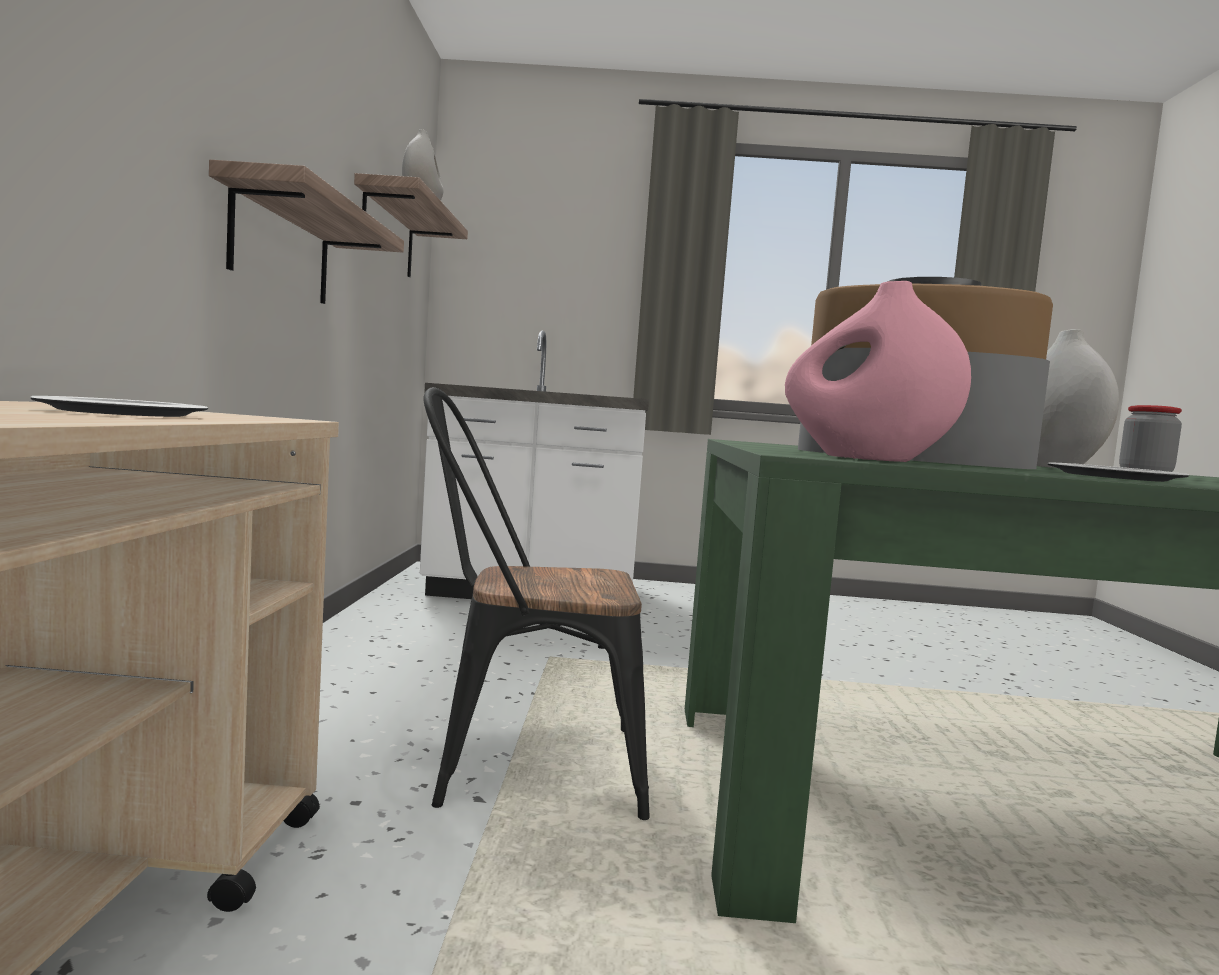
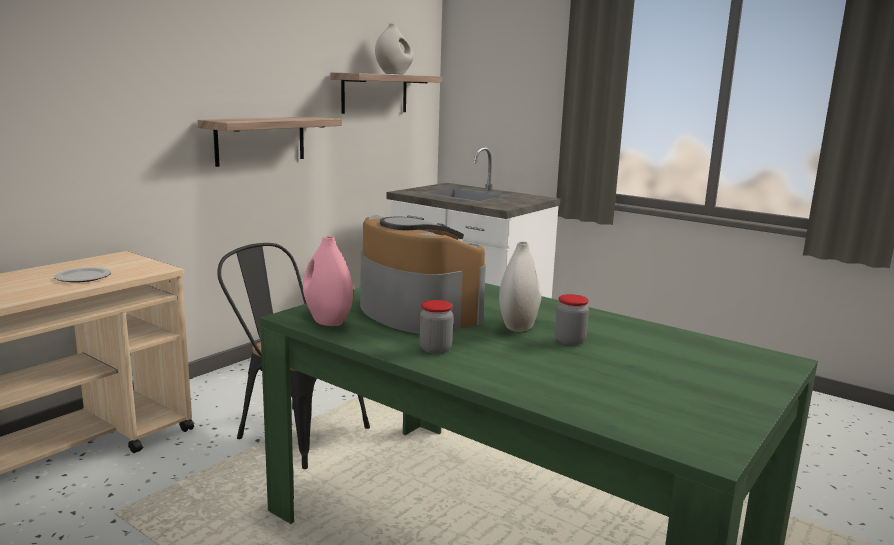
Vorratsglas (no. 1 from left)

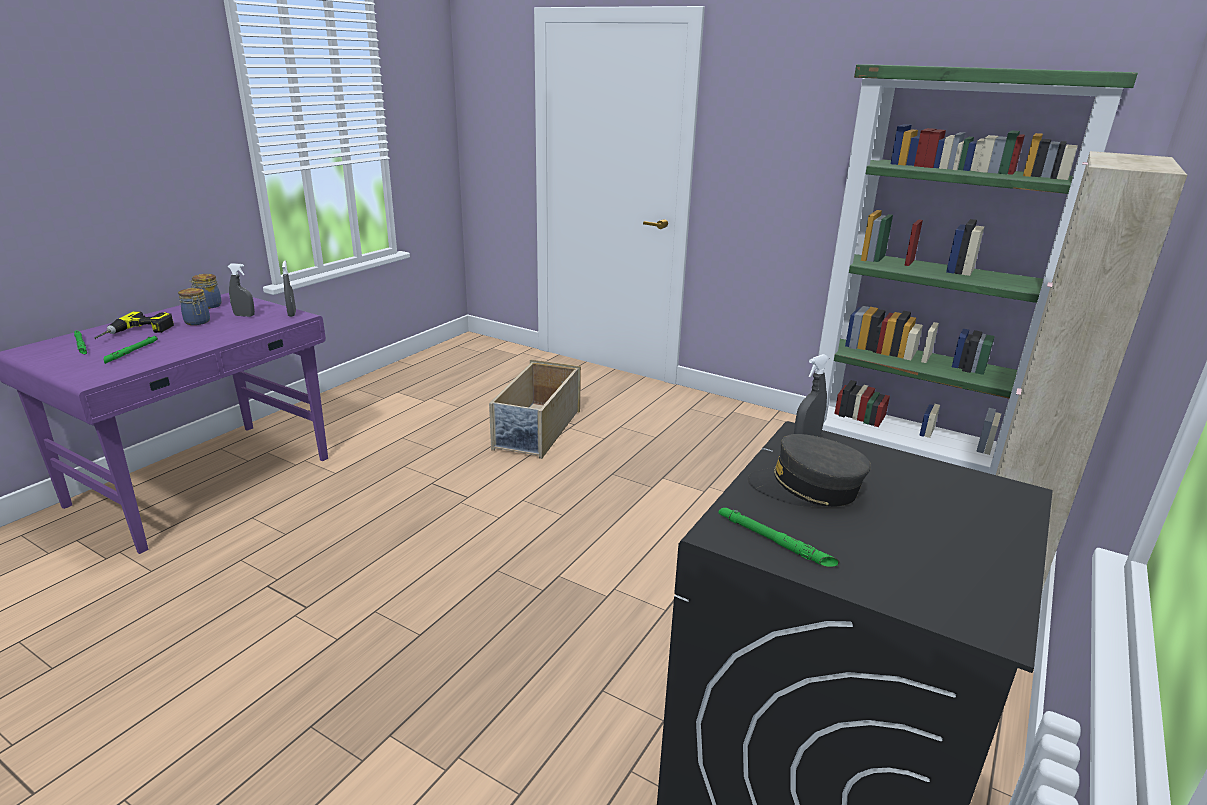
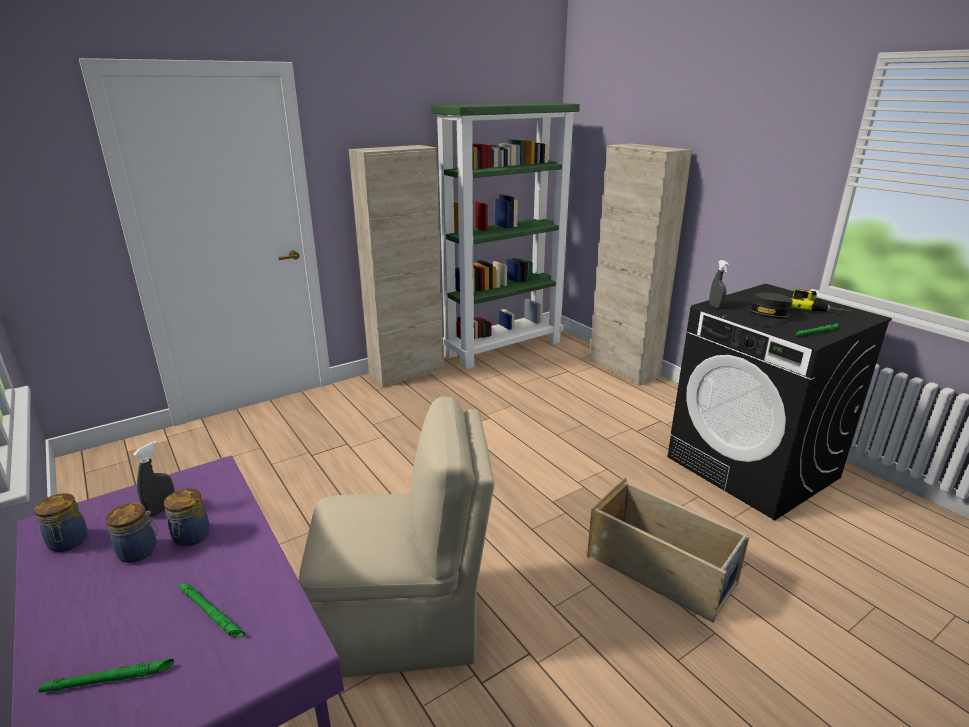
Sprühflasche [grau] (no. 2 from left in the first image)
Vorratsglas (no. 3 from left)
Stuhl [beige]
Schrank [beige] (no. 1 from left)
Bohrmaschine
Aufbewahrungsbox [beige]

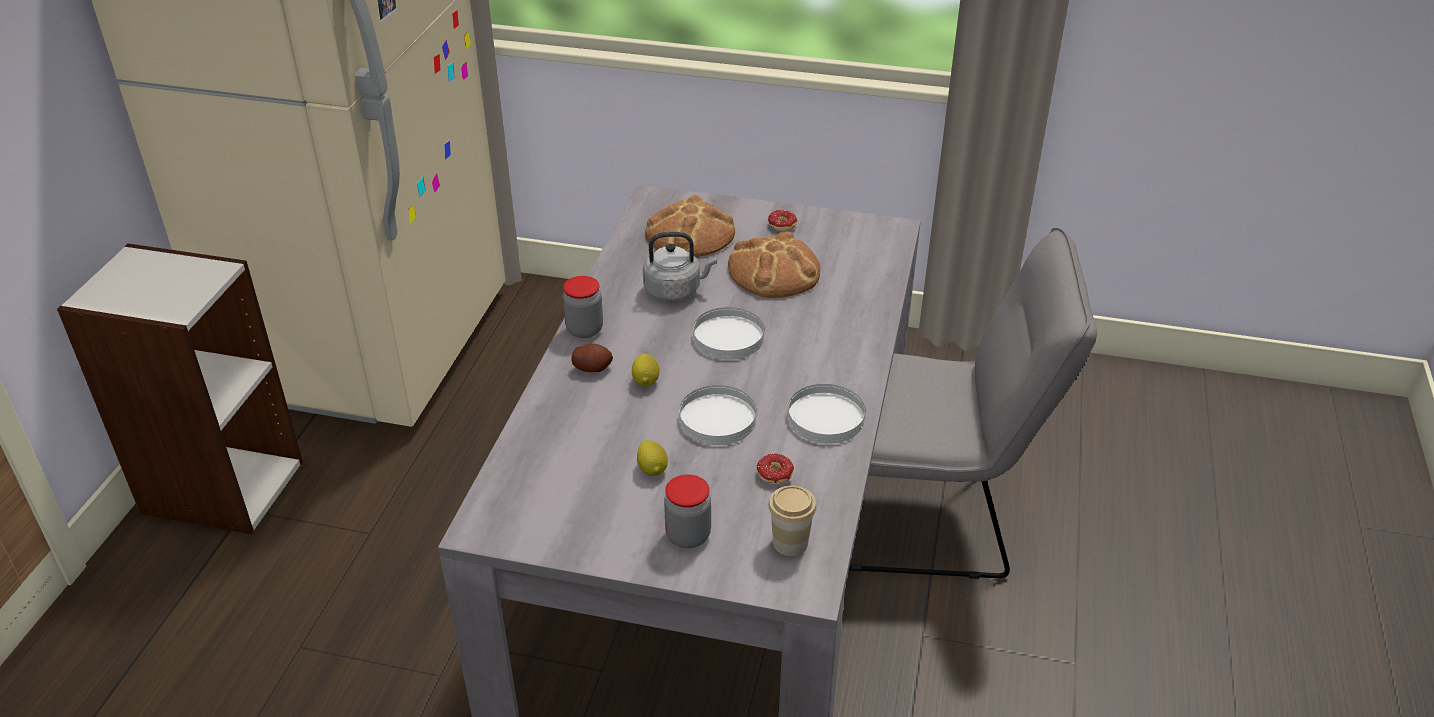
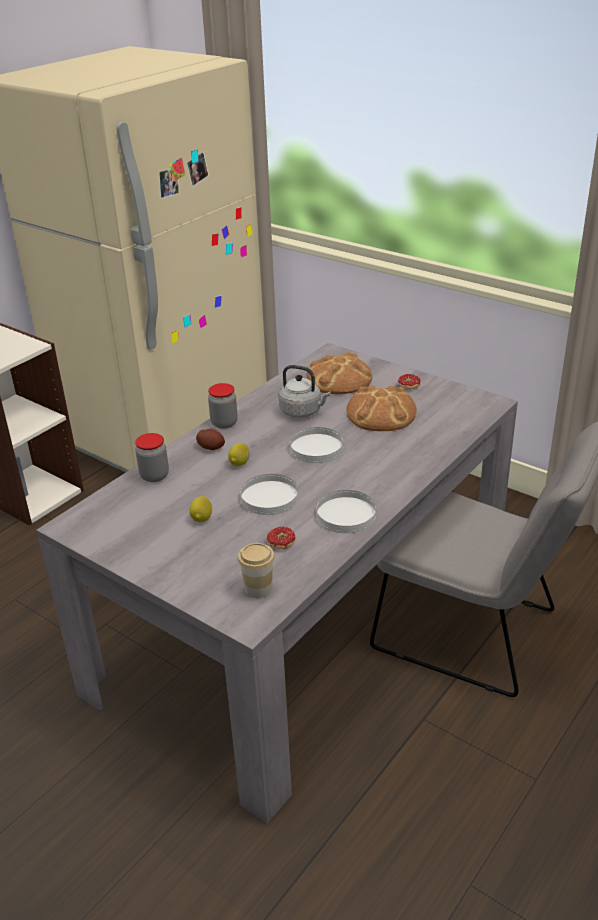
Vorratsglas (no. 1 from left)

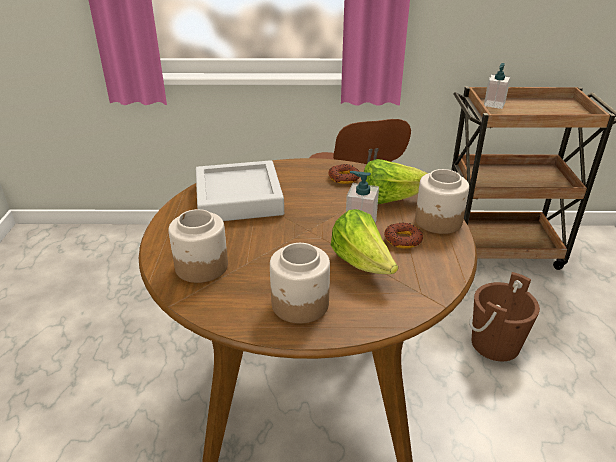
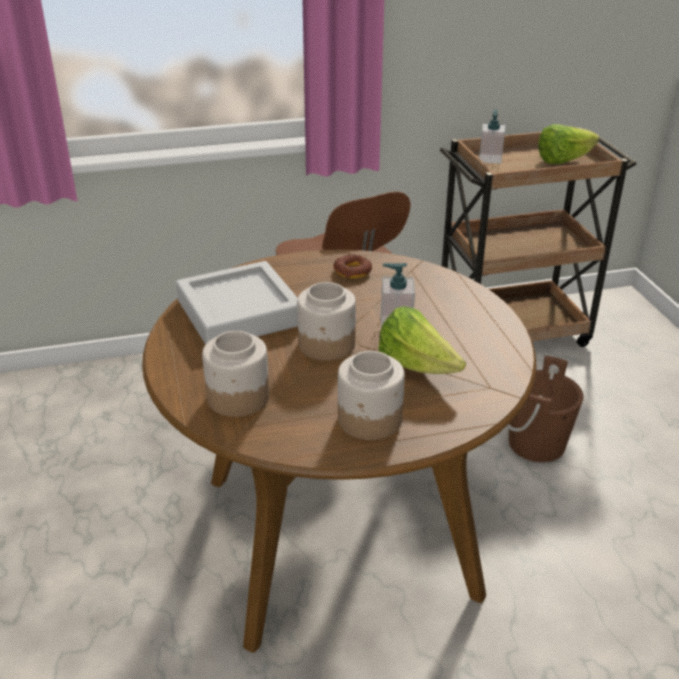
Donut (no. 2 from left in the first image)
Salatkopf (no. 2 from left)
Vorratsglas (no. 2 from left)

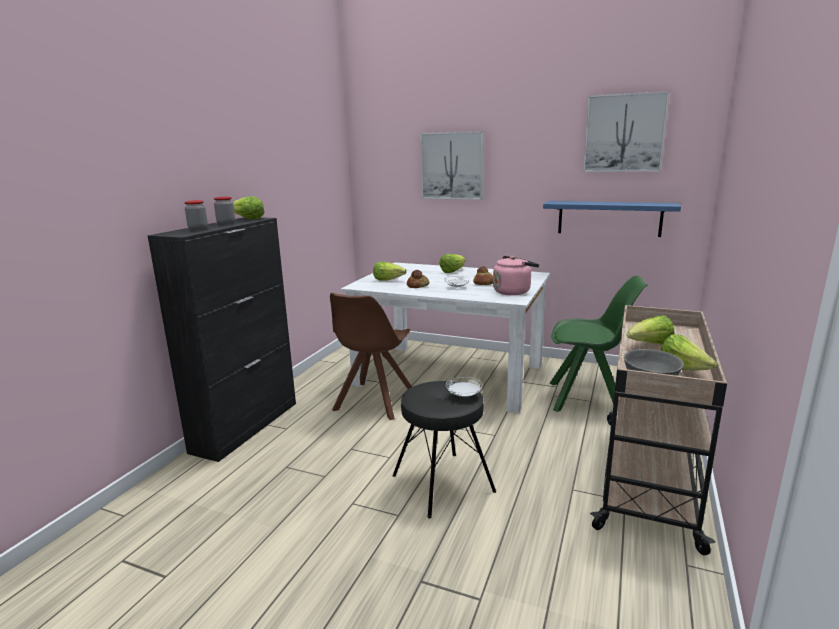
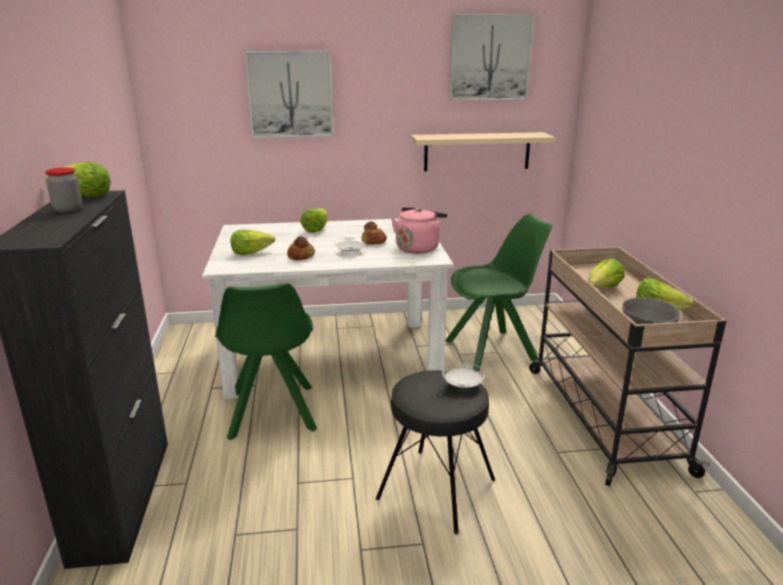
Vorratsglas (no. 1 from left in the first image)
Stuhl [grün] (no. 1 from left)
Wandregal [beige]

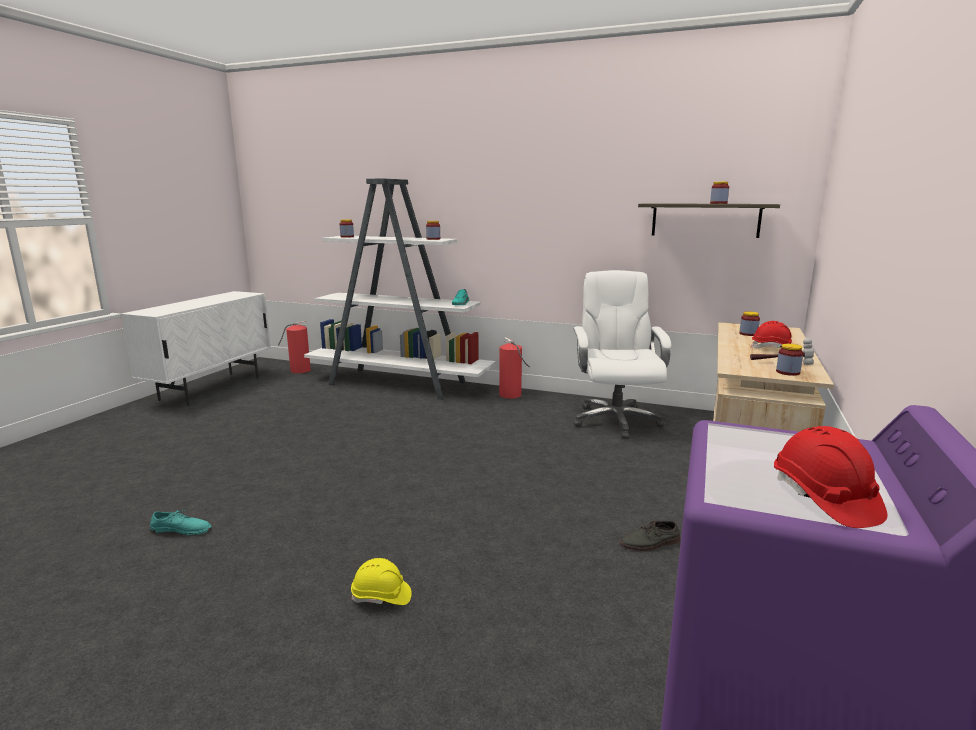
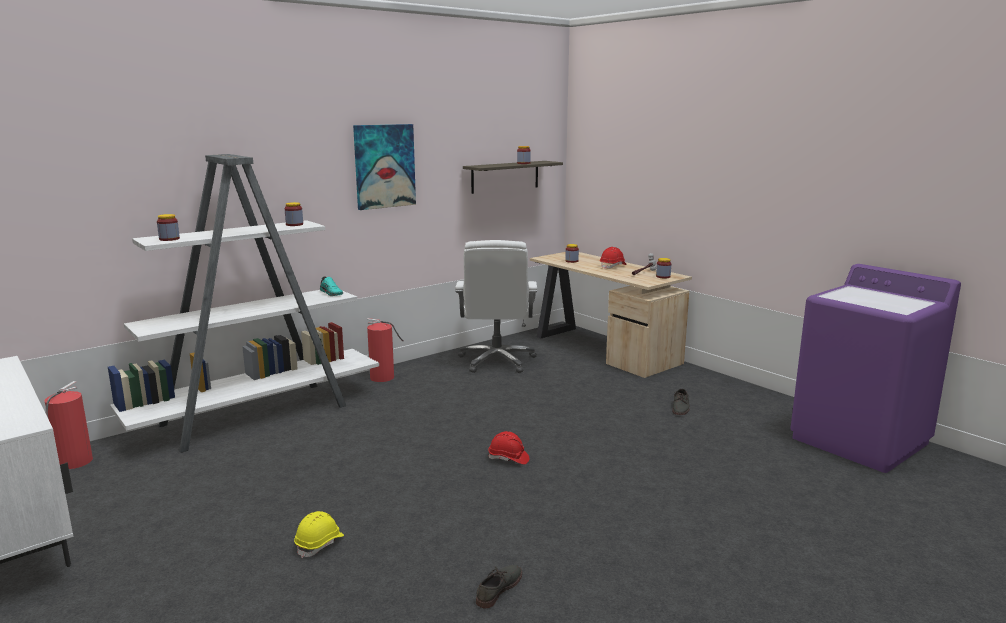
Bild
Schutzhelm [gelb]
Schutzhelm [rot] (no. 1 from left)
Schuh [grau] (no. 1 from left)
Bürostuhl [weiß]

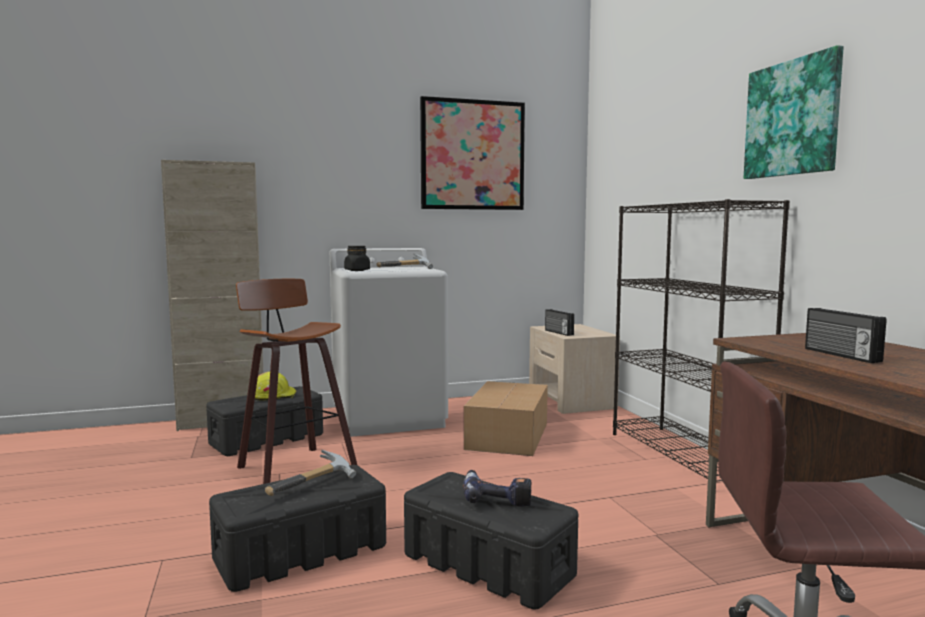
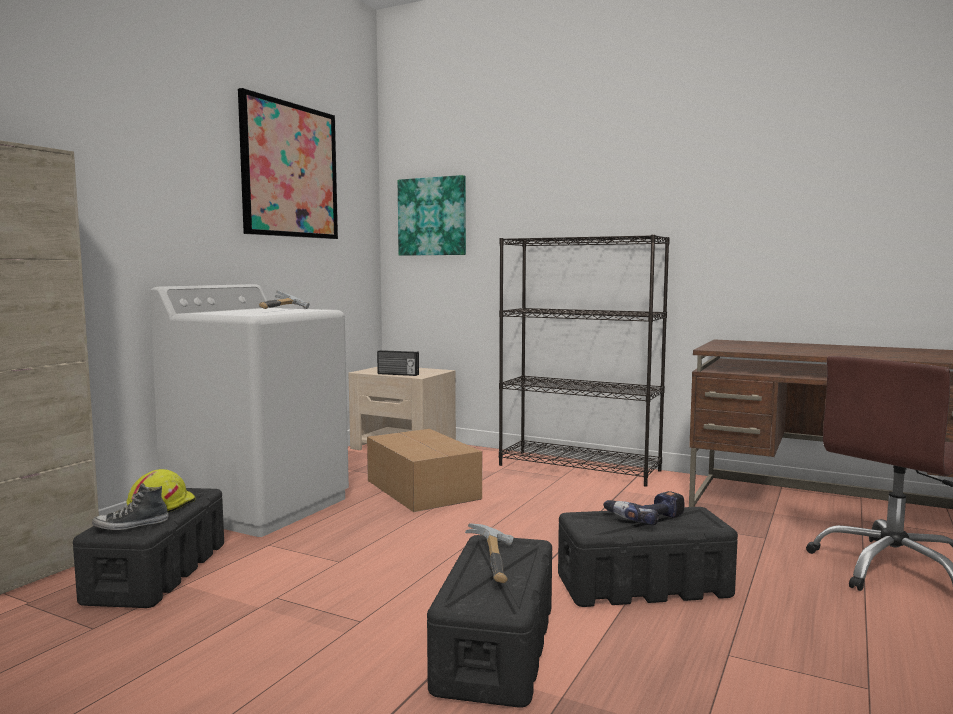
Hocker
Vorratsglas [schwarz]
Radio (no. 2 from left in the first image)
Schuh
Bild (no. 2 from left)

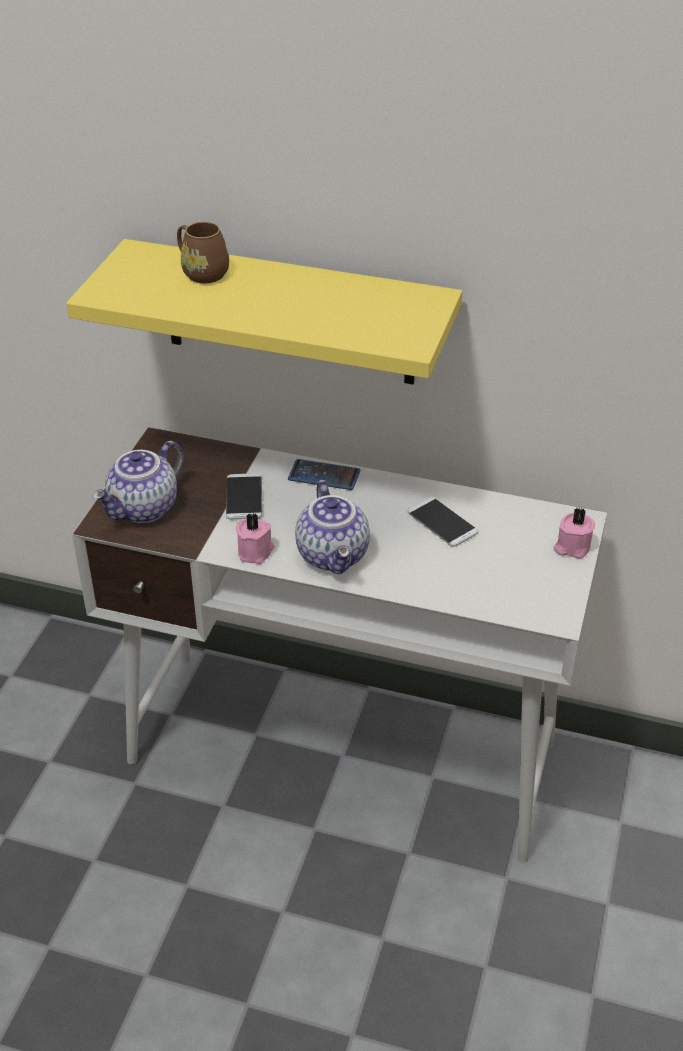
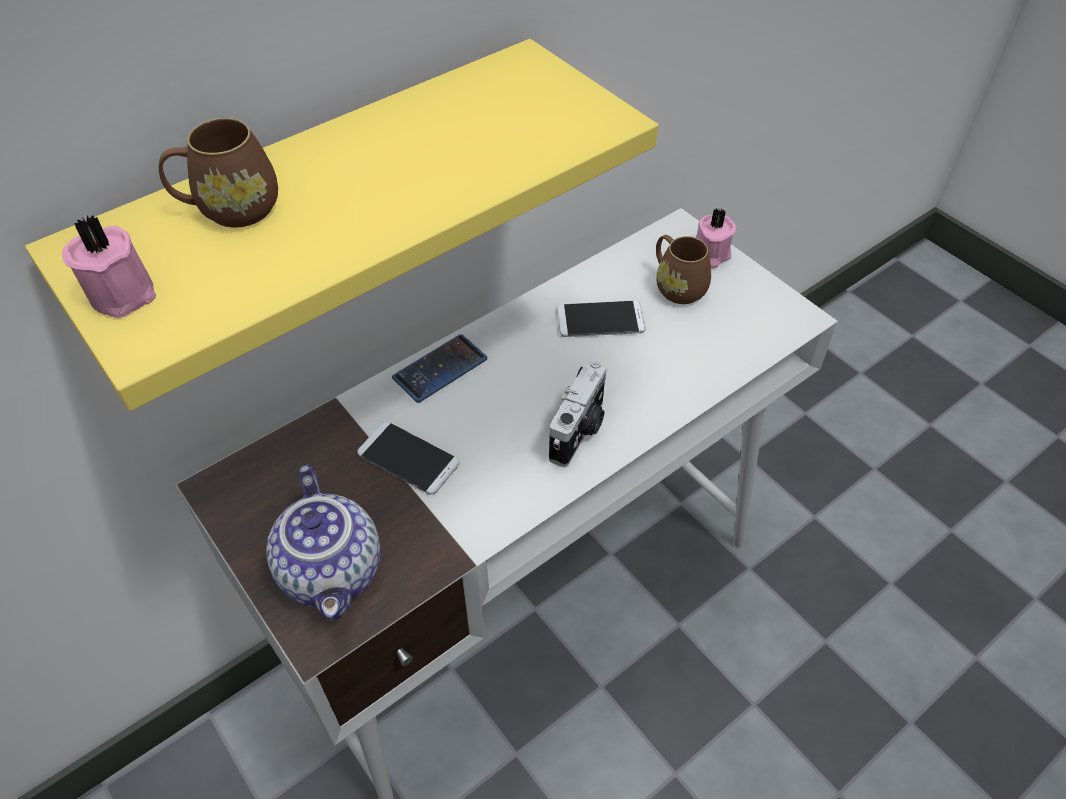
Henkelbecher [braun] (no. 2 from left)
Kerze [rosa] (no. 1 from left)
Kamera

